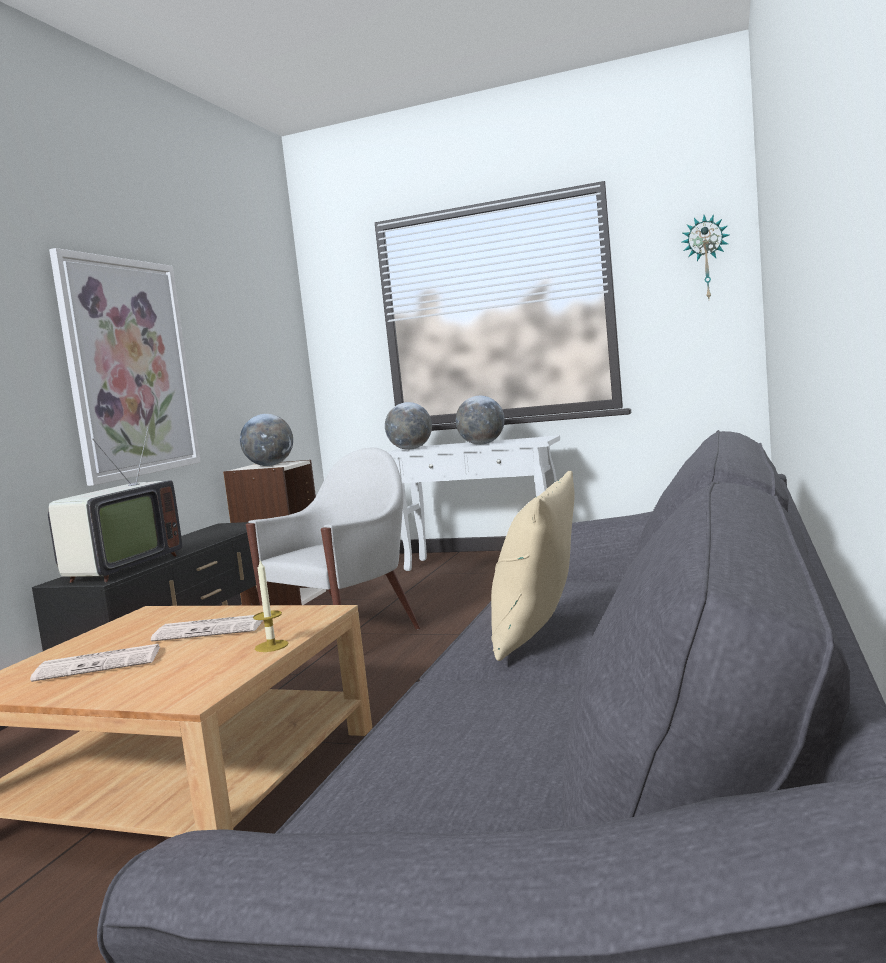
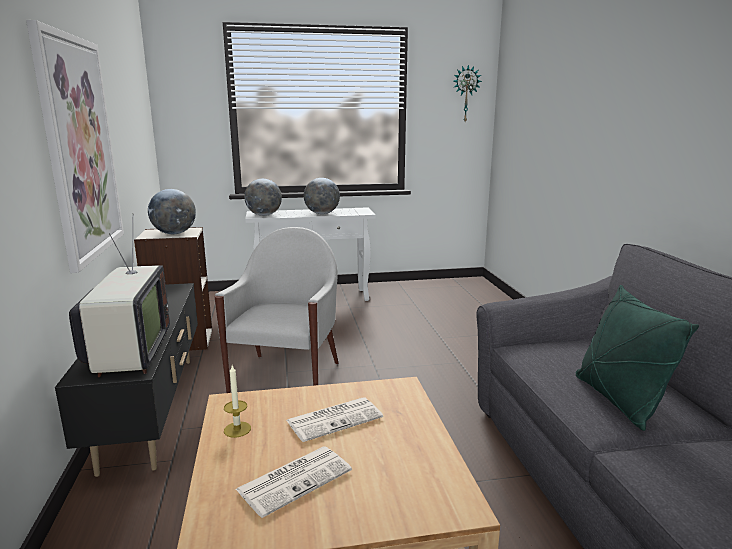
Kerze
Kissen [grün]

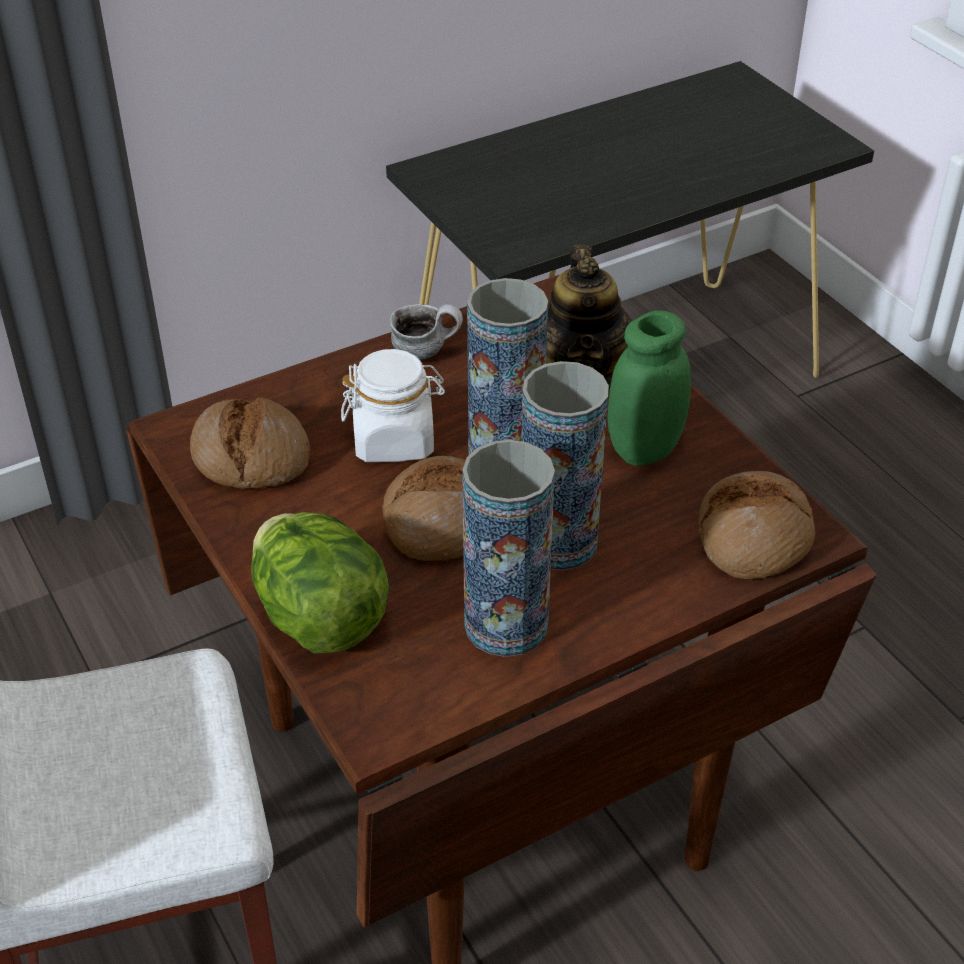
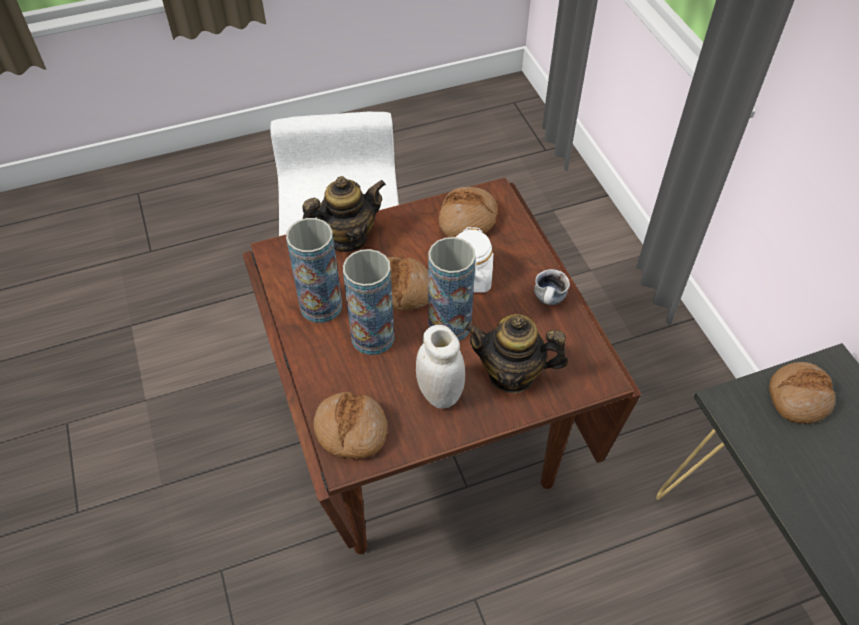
Brot (no. 4 from left)
Teekanne (no. 1 from left)
Vorratsglas [weiß] (no. 1 from left)

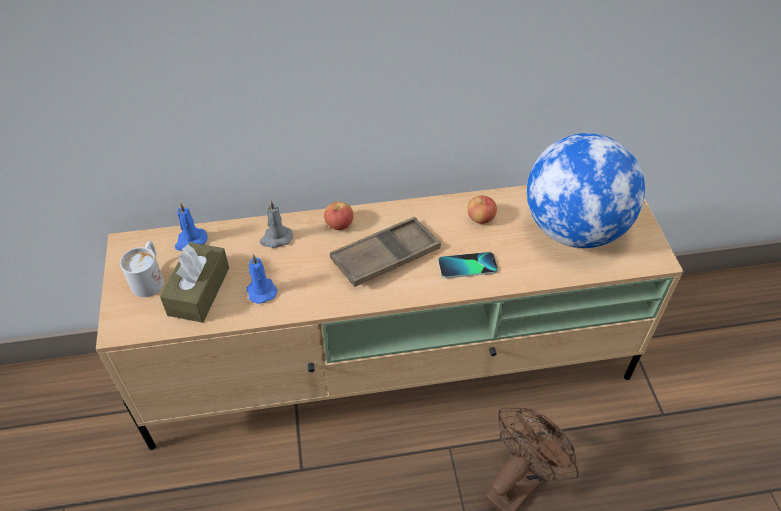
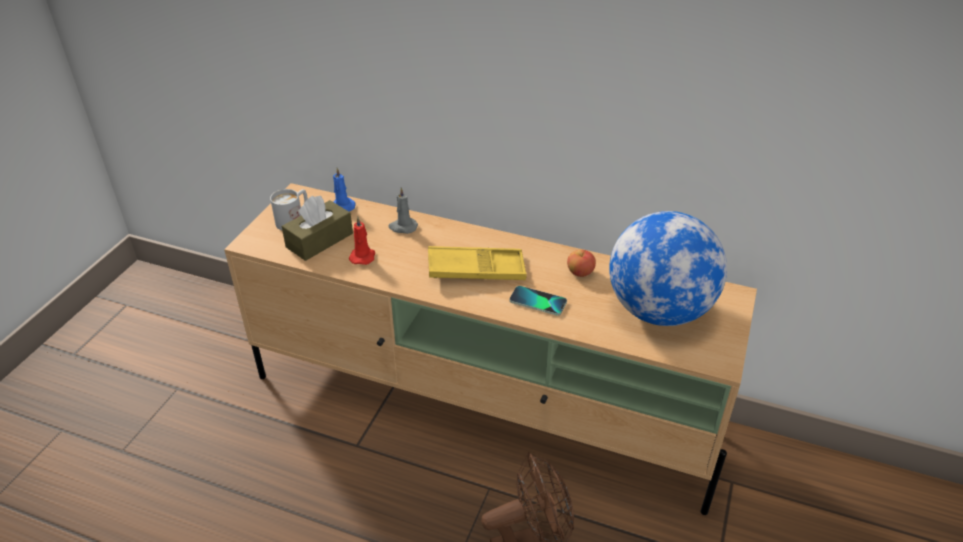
Apfel (no. 1 from left in the first image)
Kerze [rot]
Tablett [gelb]

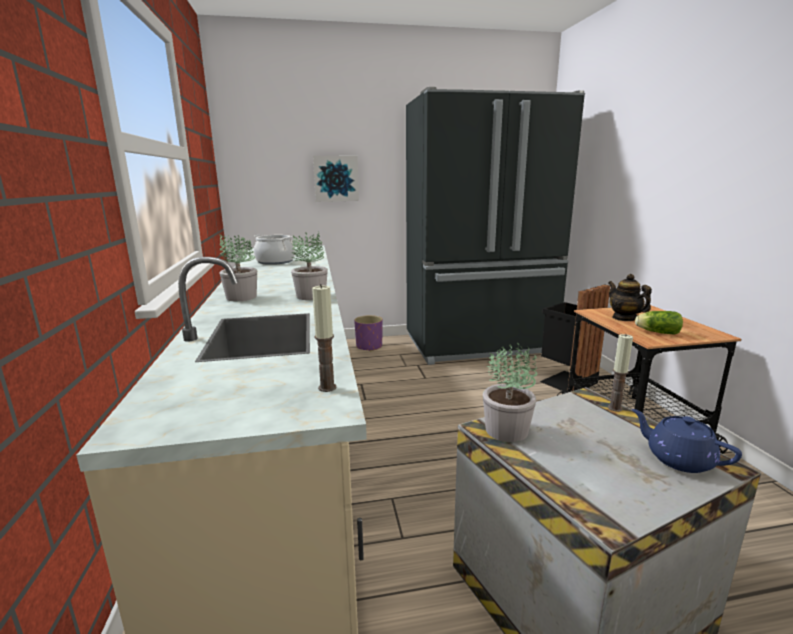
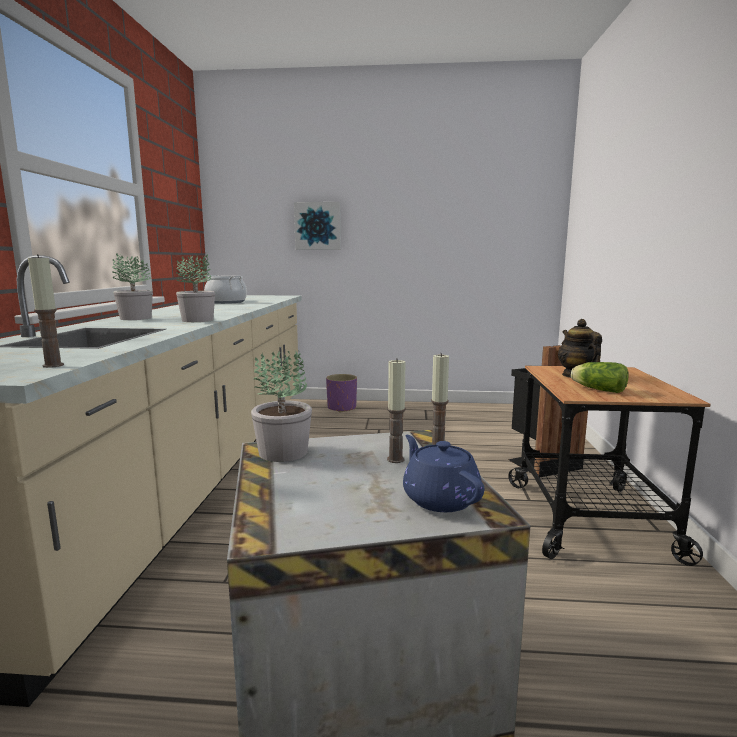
Kühlschrank [schwarz]
Kerze (no. 2 from left)

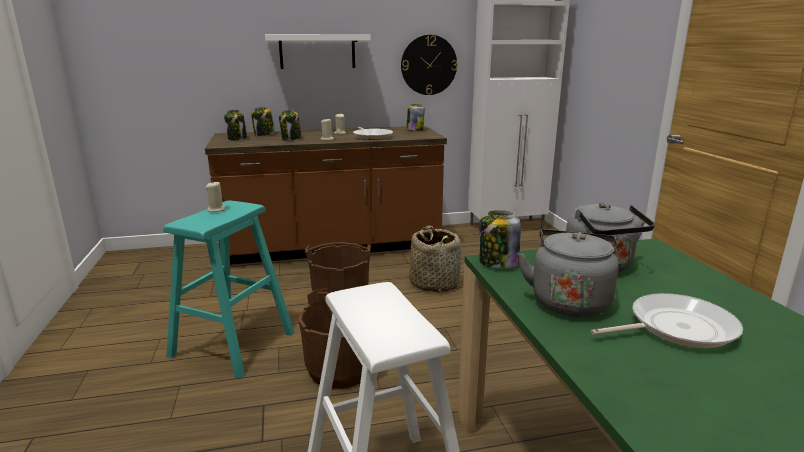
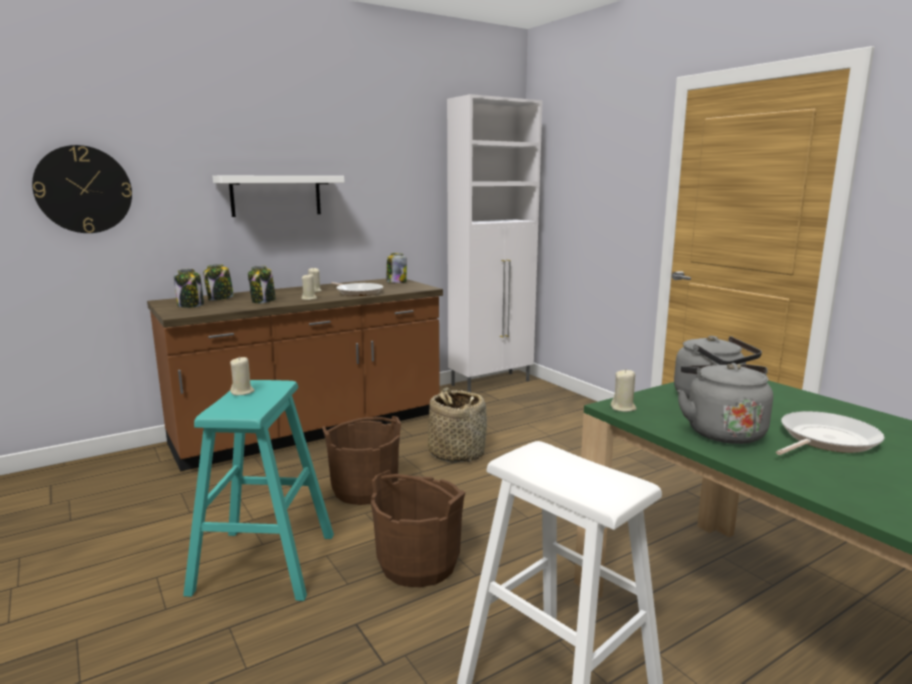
Wanduhr
Kerze [beige] (no. 4 from left)

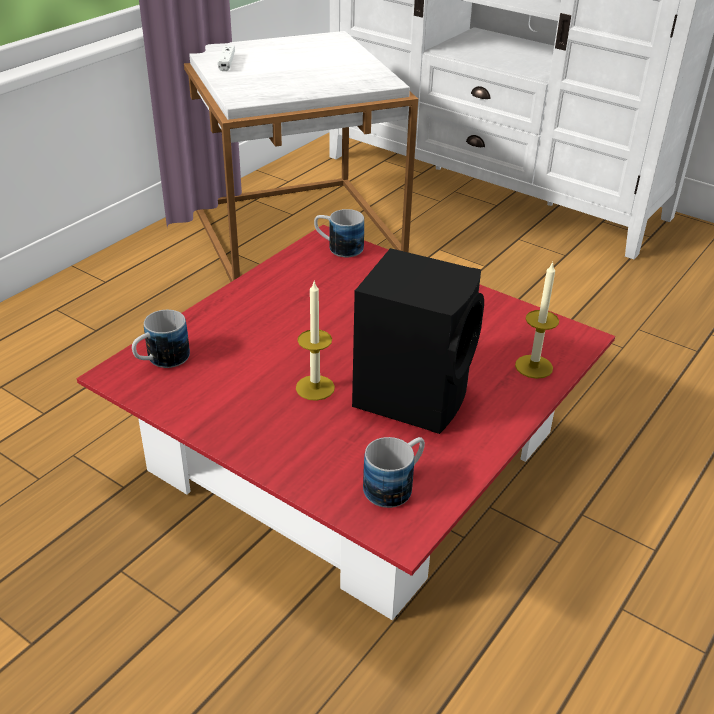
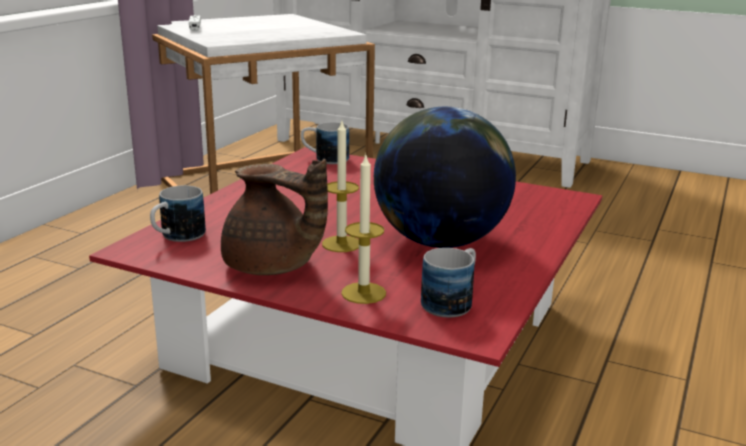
Teekanne [braun]
Kerze (no. 2 from left)
Globus

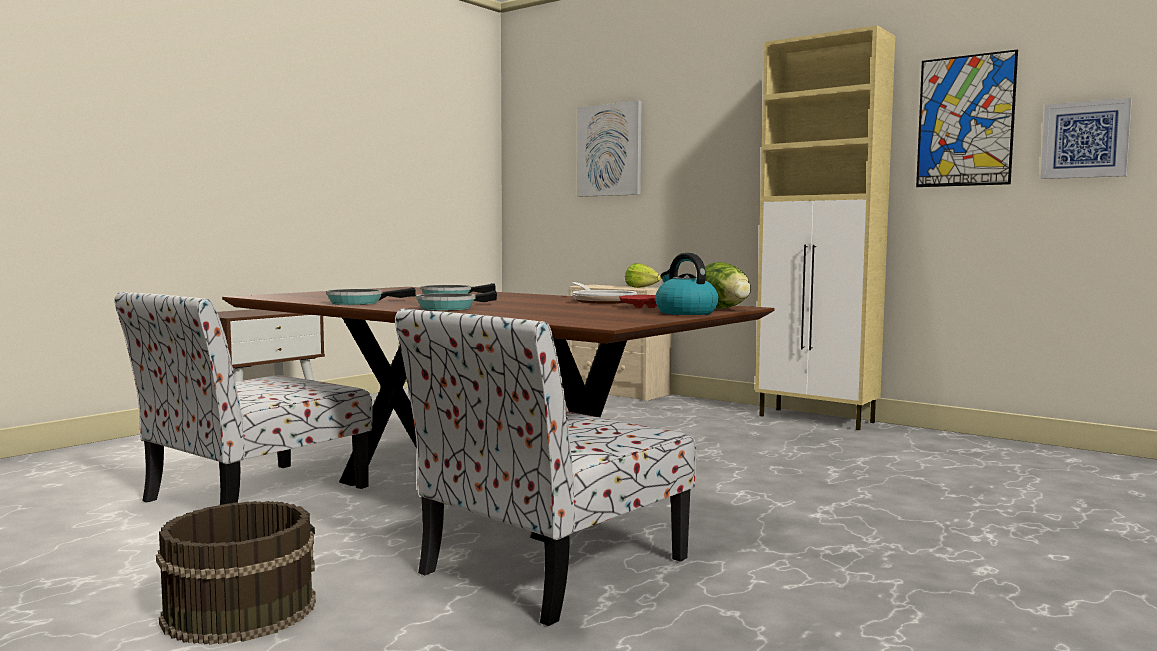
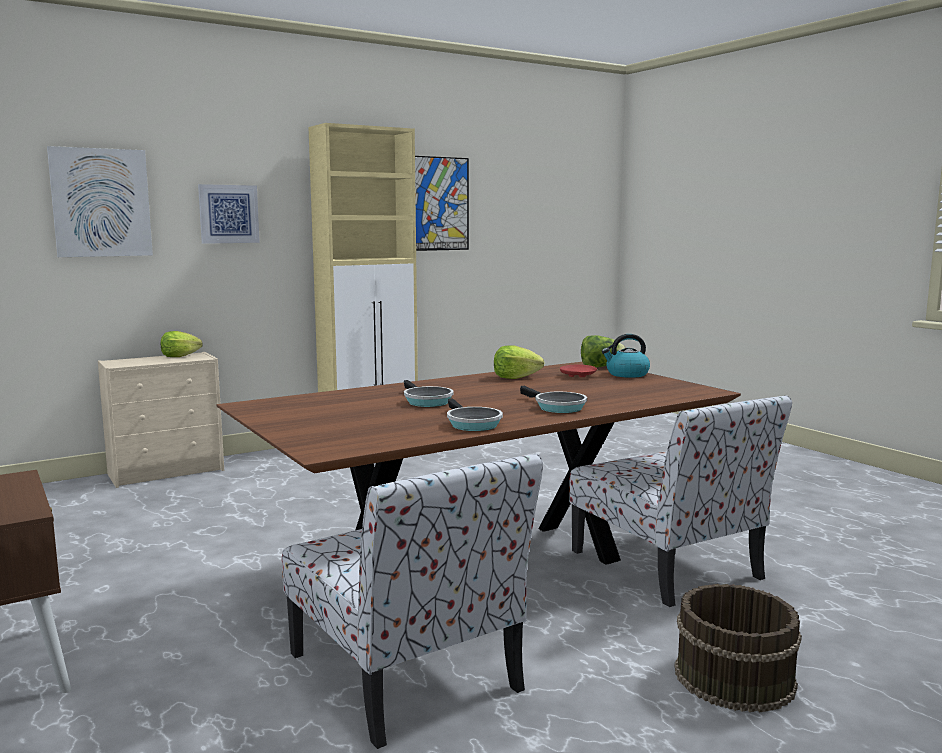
Bild (no. 2 from left)
Salatkopf (no. 2 from left)

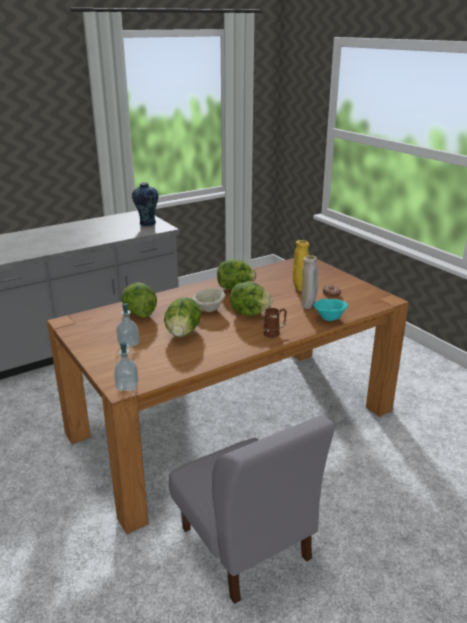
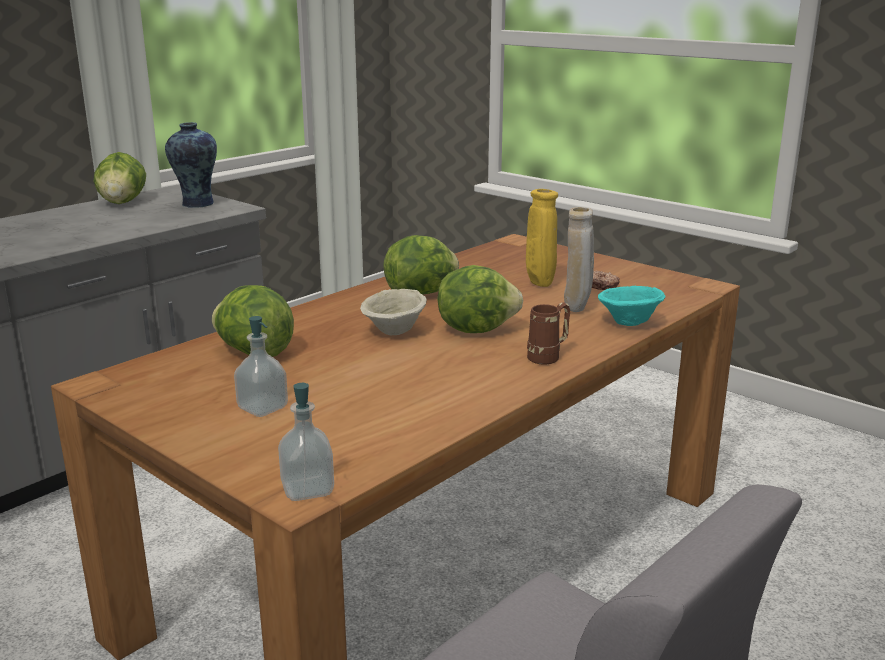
Salatkopf (no. 1 from left)

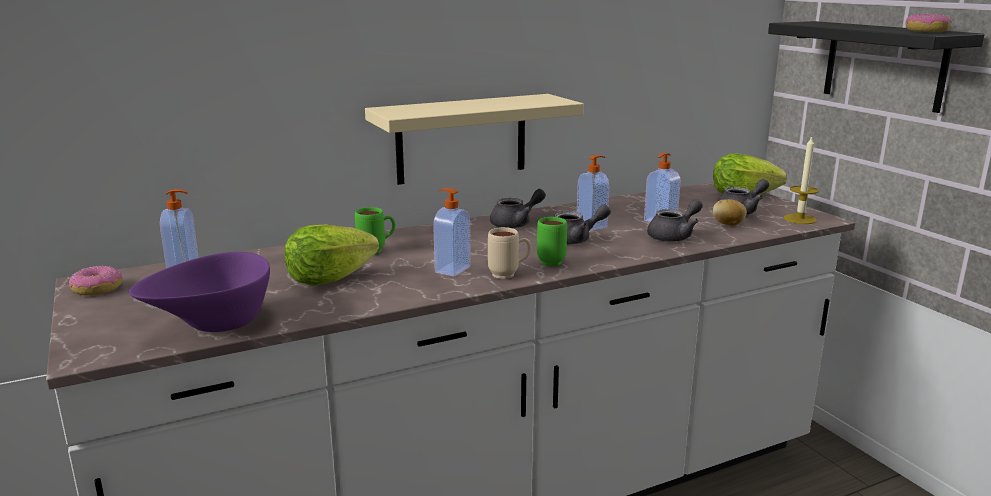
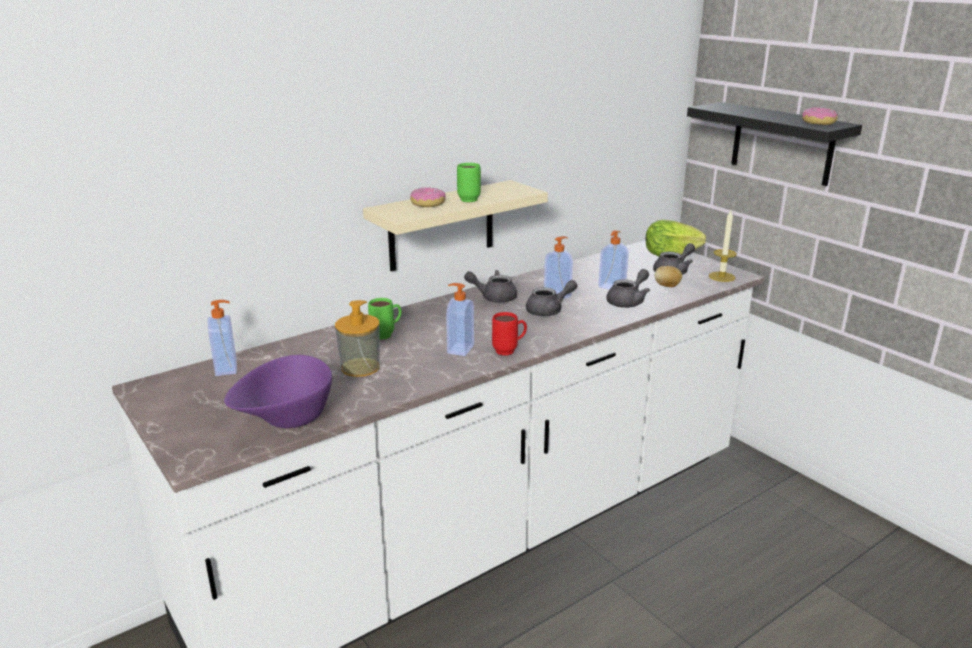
Donut (no. 1 from left)
Henkelbecher [grün] (no. 2 from left)
Seifenspender (no. 2 from left)
Henkelbecher [rot]
Teekanne [grau] (no. 1 from left)

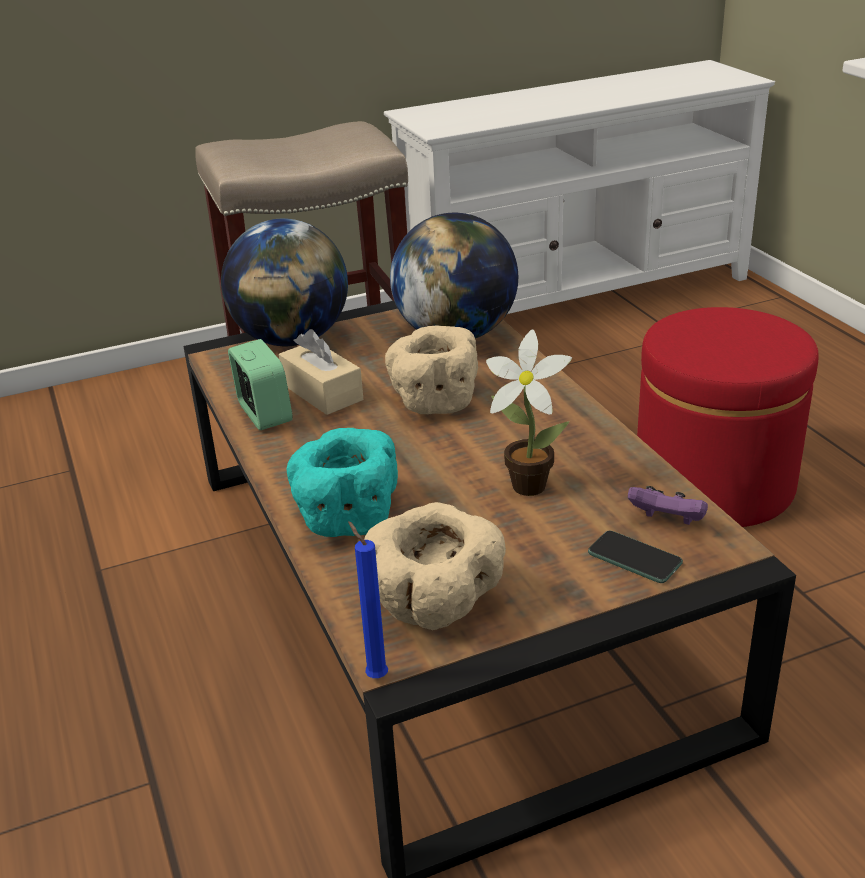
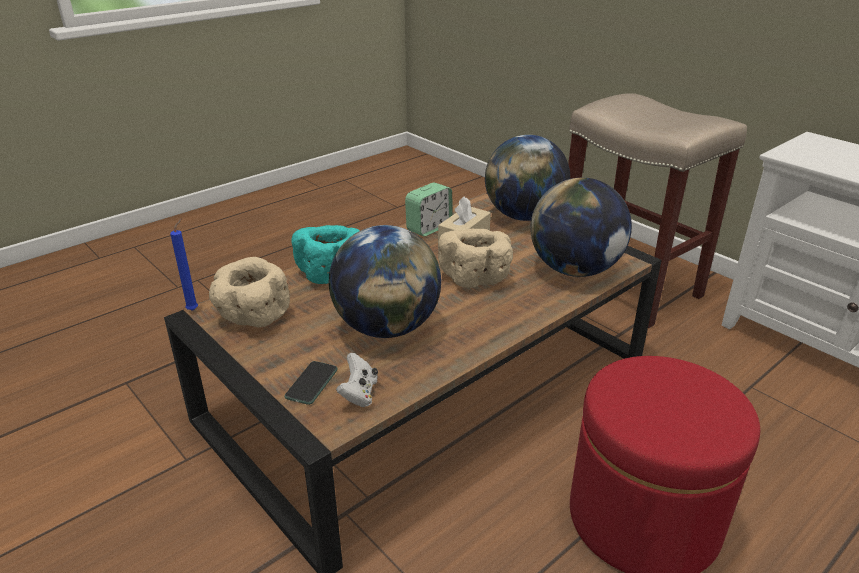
Globus (no. 1 from left)
Gamepad [weiß]

